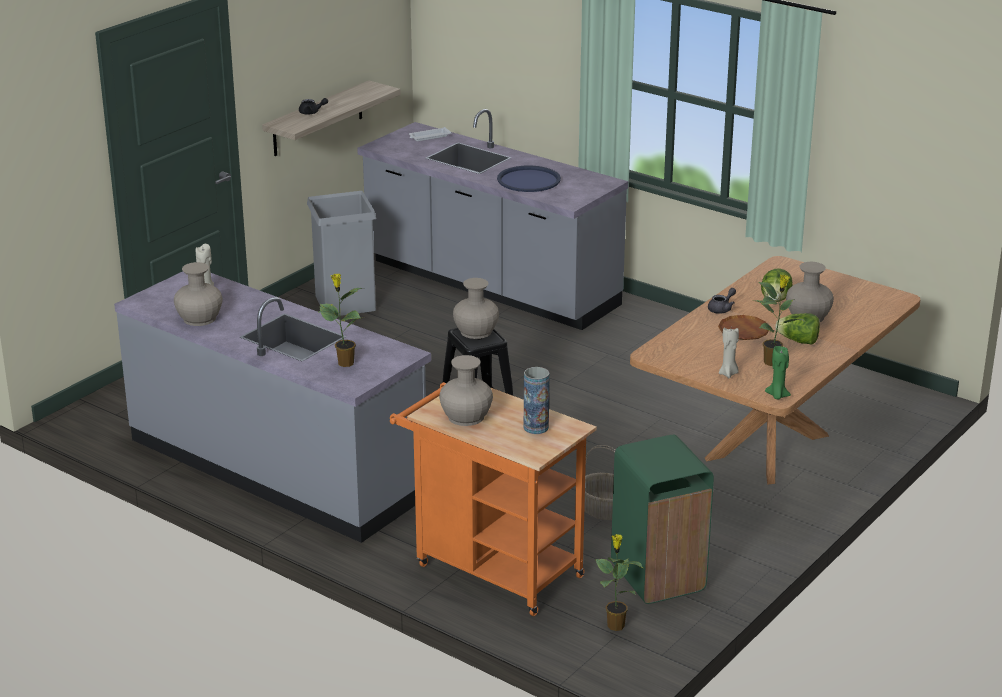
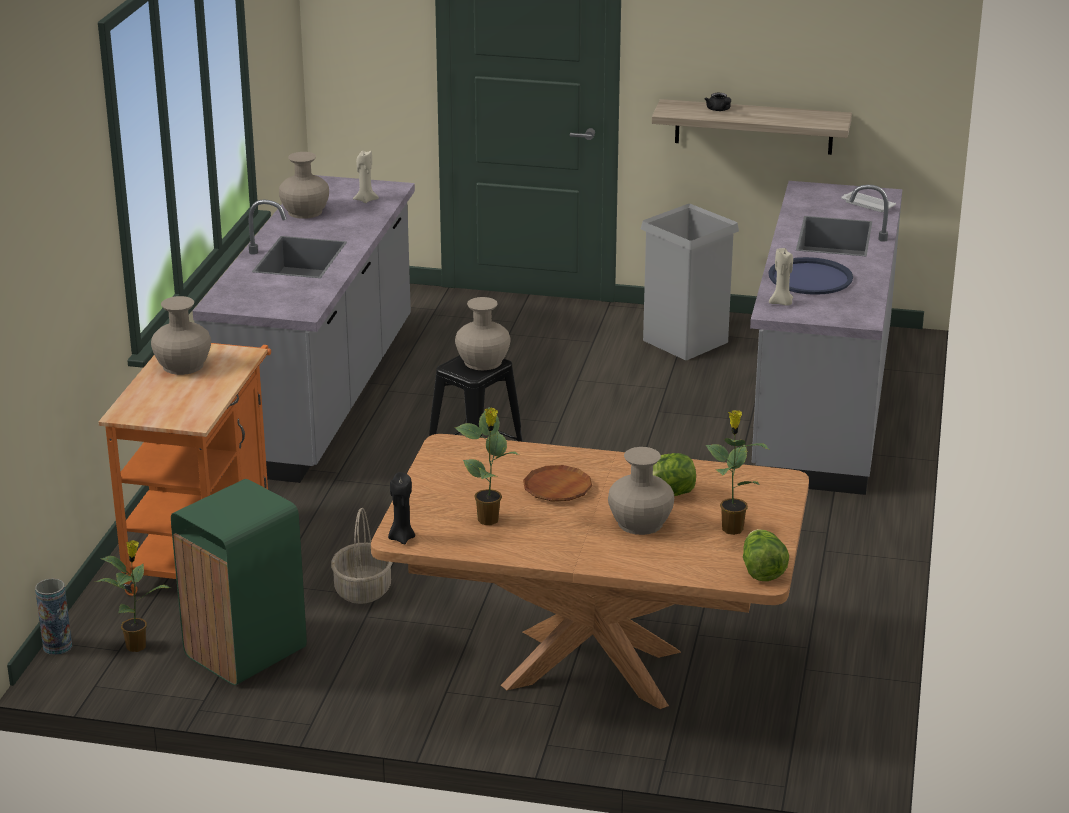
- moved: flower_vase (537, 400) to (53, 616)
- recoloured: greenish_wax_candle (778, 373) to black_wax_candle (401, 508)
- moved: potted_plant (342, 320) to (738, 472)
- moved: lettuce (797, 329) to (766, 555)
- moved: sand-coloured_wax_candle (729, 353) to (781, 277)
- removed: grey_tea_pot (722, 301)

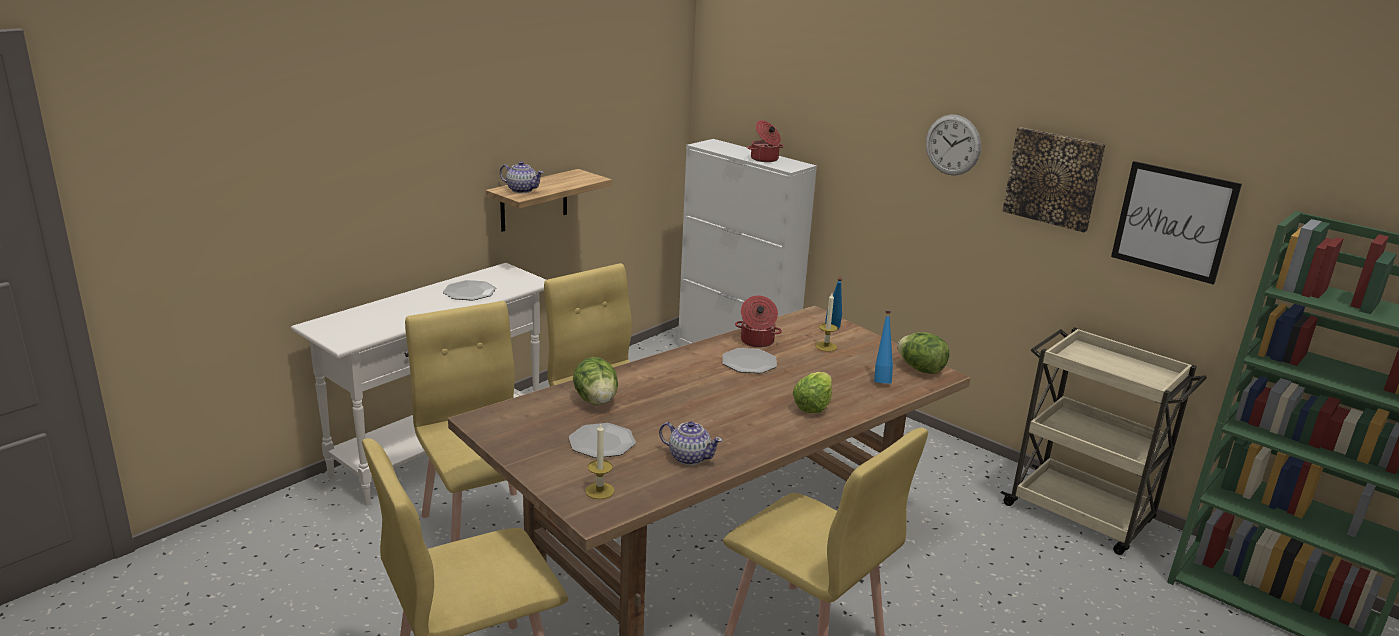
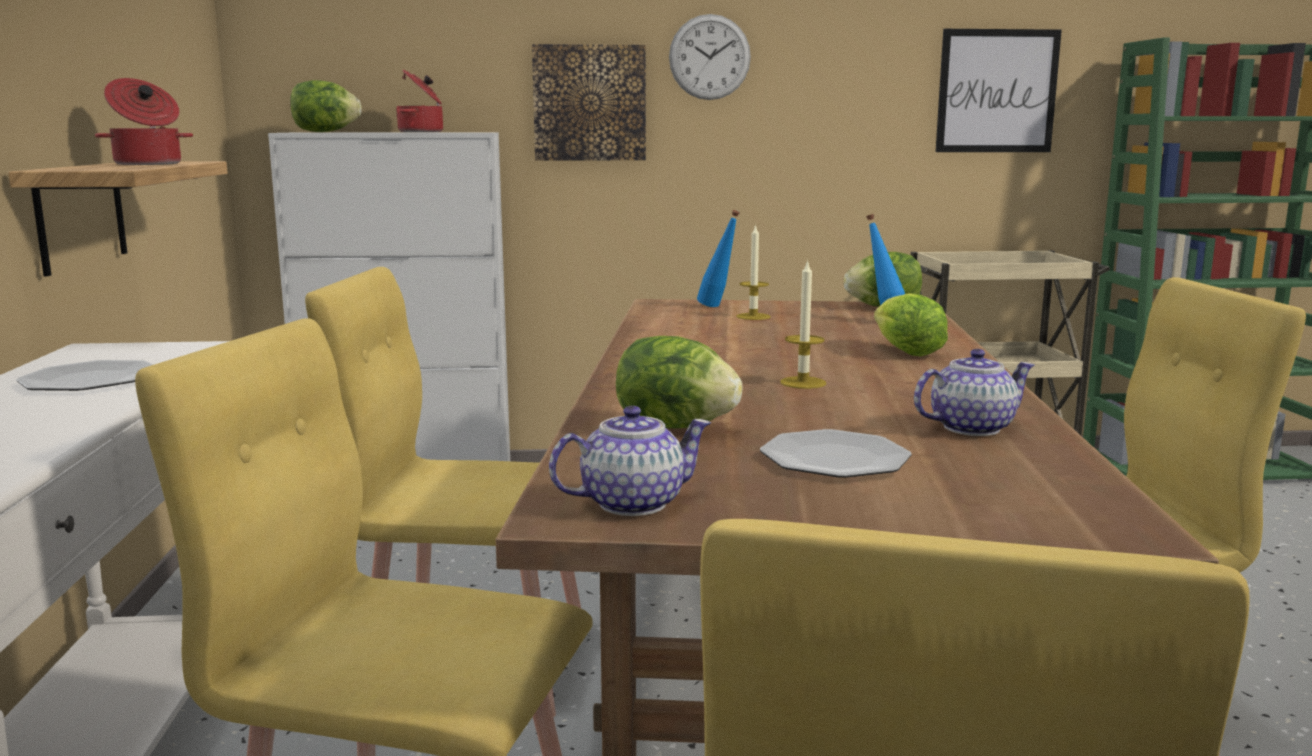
- moved: saucepot (758, 321) to (144, 121)
- added: lettuce (326, 106)
- moved: wall_art (1054, 179) to (589, 102)
- moved: tea_pot (522, 177) to (630, 461)
- moved: wax_candle (599, 461) to (803, 324)
- removed: plate (750, 360)

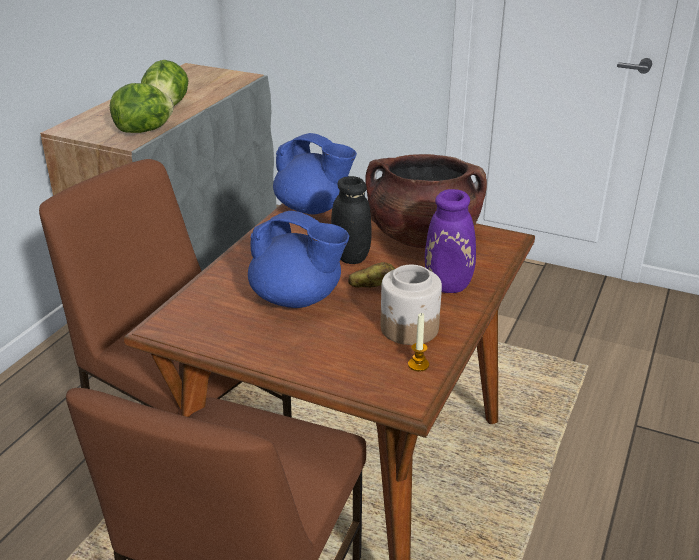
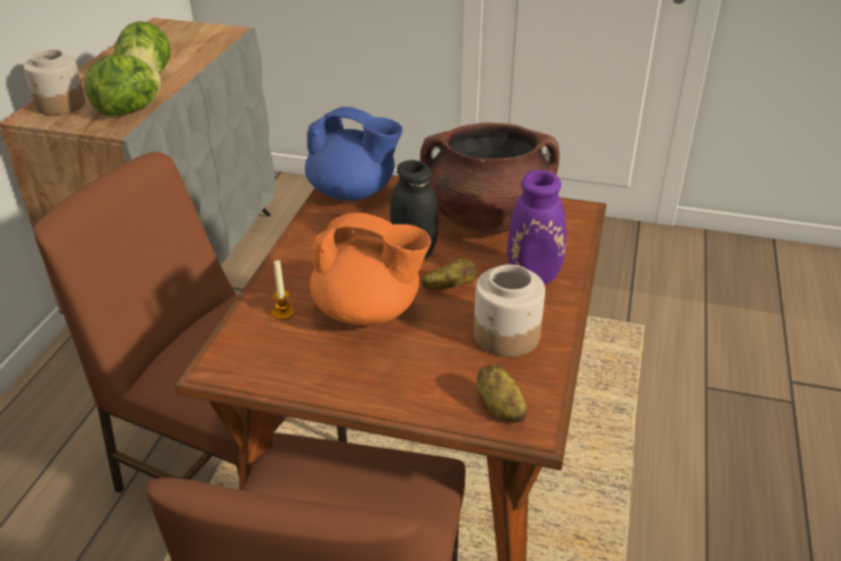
- added: jar (54, 82)
- moved: wax_candle (418, 342) to (283, 290)
- recoloured: bluish_tea_pot (298, 259) to orange_tea_pot (370, 269)
- added: potato (502, 393)

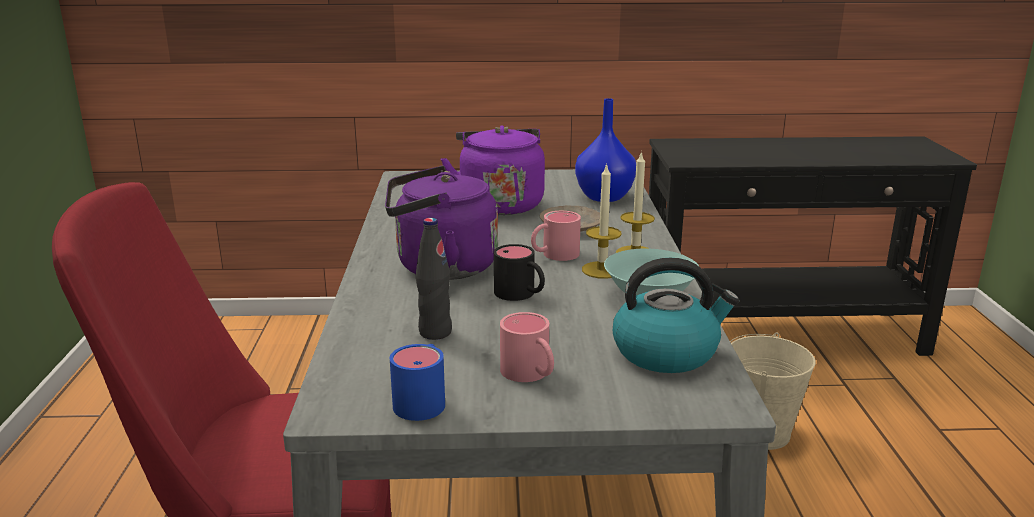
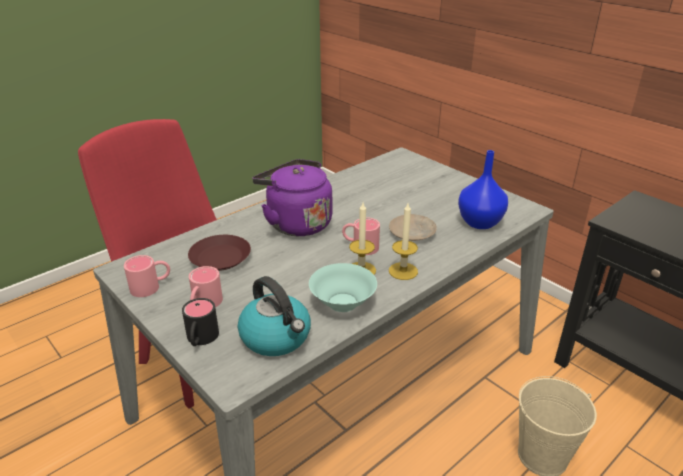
- recoloured: bluish_mug (417, 382) to pink-coloured_mug (147, 276)
- moved: black_mug (519, 272) to (200, 322)
- replaced: black_beverage_bottle (434, 279) to brownish_plate (219, 253)
- removed: purplish_kettle (493, 170)

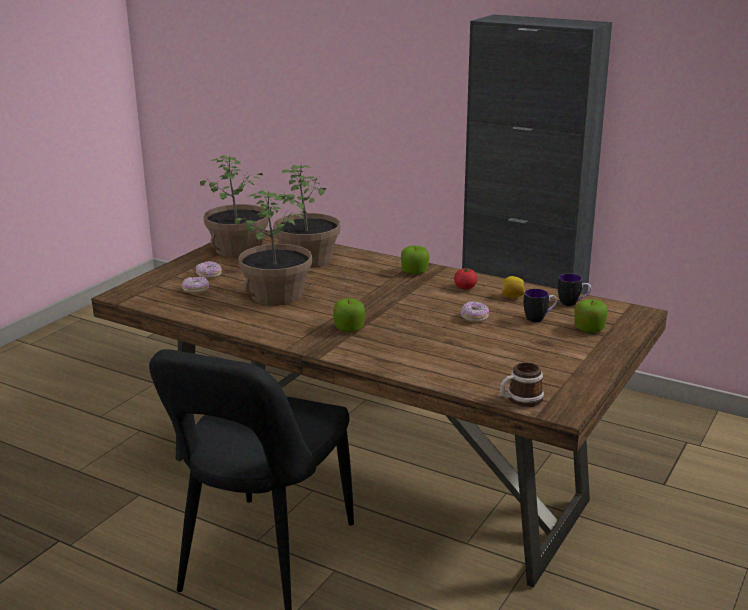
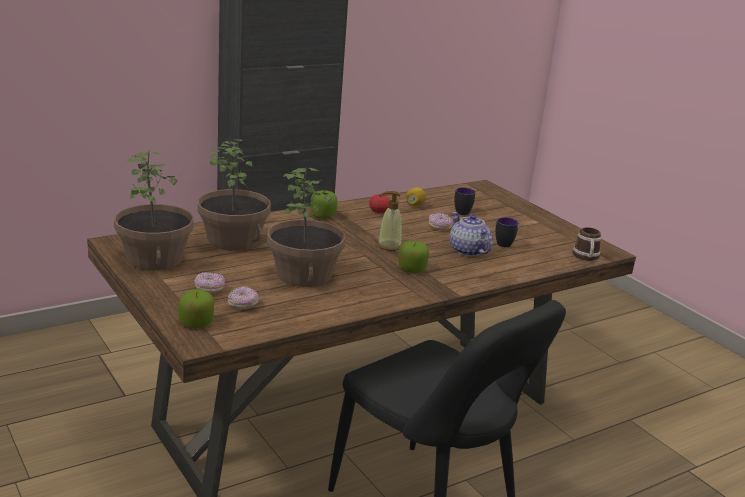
- moved: apple_fruit (591, 316) to (196, 308)
- added: soap_bottle (389, 221)
- added: tea_pot (471, 234)
- moved: mug (574, 290) to (507, 232)

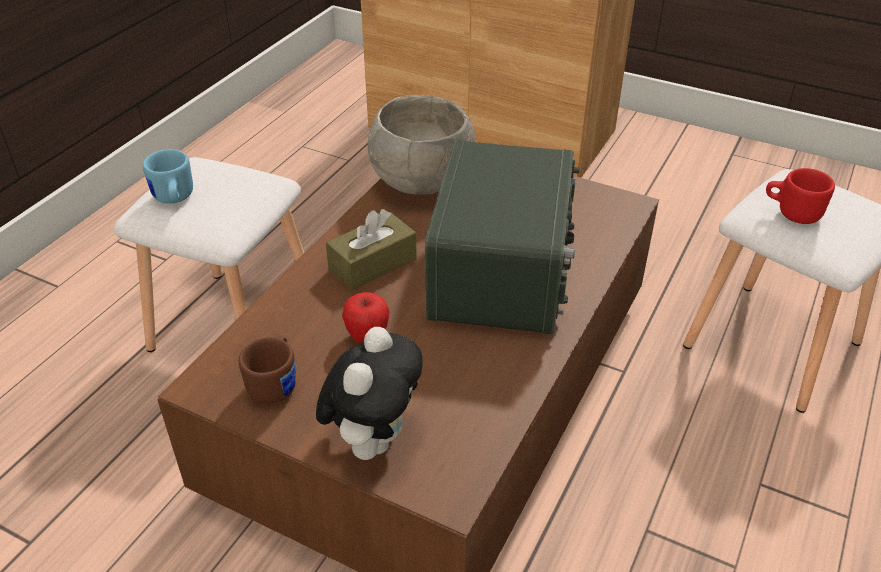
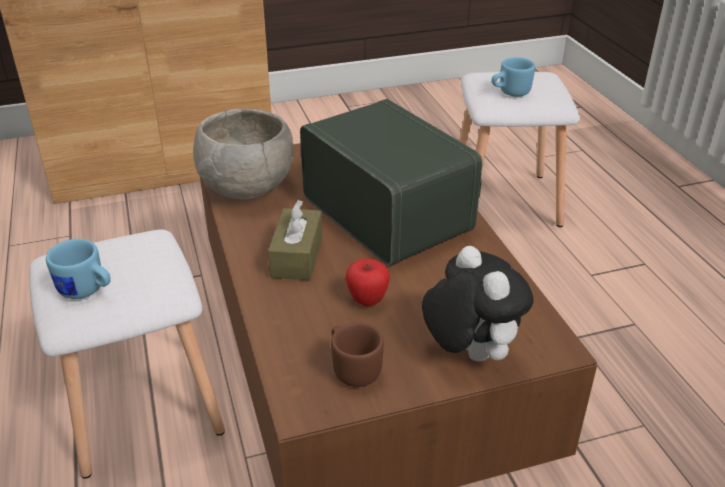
- recoloured: red_mug (800, 196) to bluish_mug (513, 77)

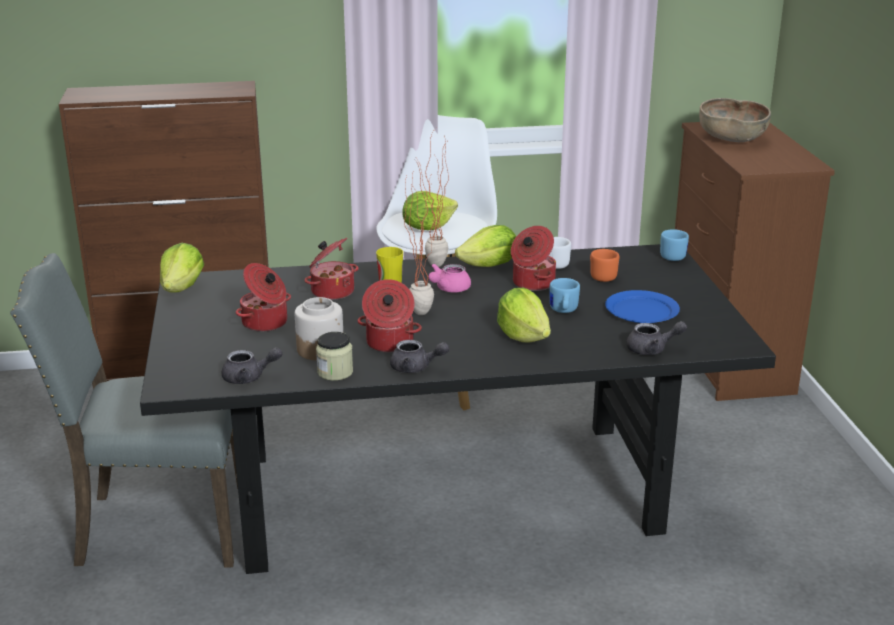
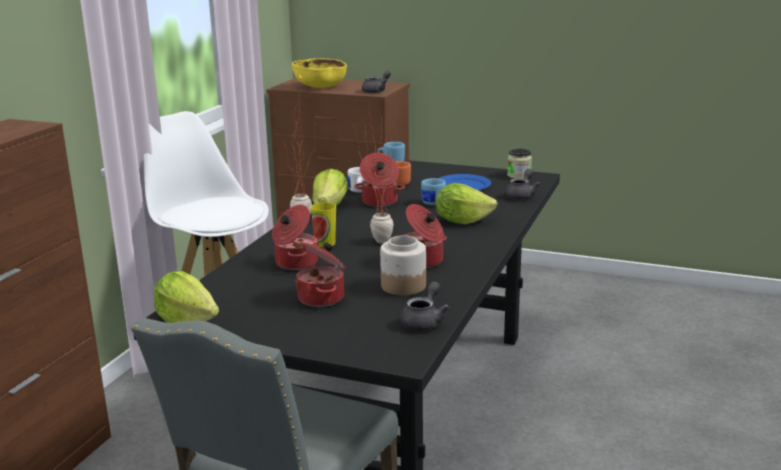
- recoloured: brownish_deep_dish (735, 120) to yellowish_deep_dish (319, 73)
- moved: grey_tea_pot (419, 356) to (376, 81)
- moved: jar (334, 356) to (519, 163)
- removed: lettuce (430, 210)
- removed: pink-coloured_tea_pot (450, 278)

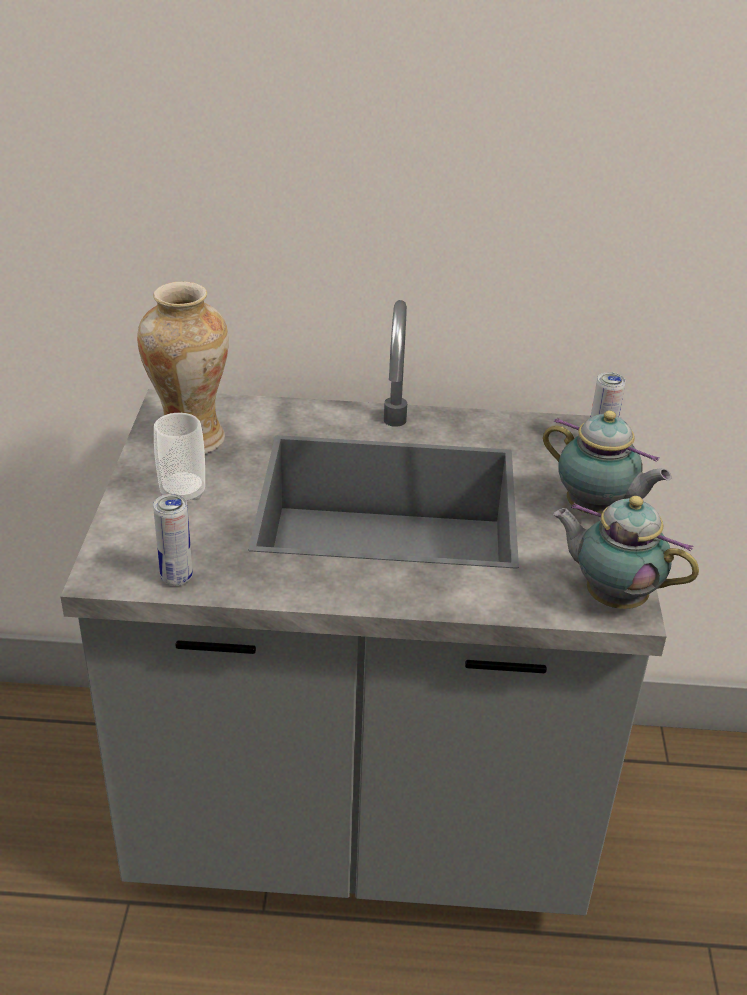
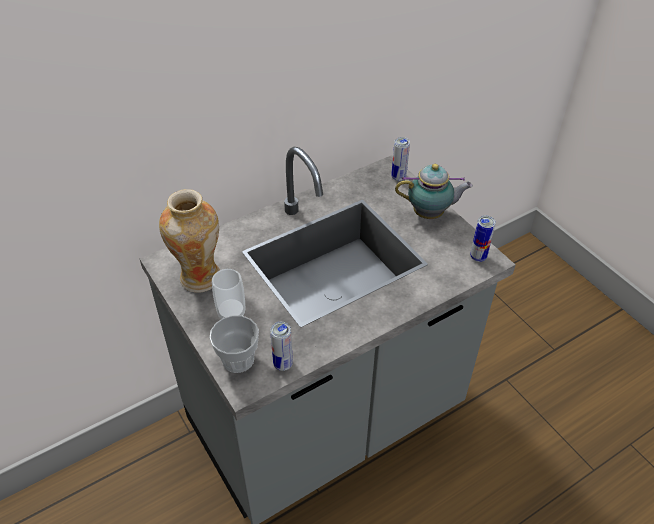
- added: small_cup (234, 344)
- replaced: tea_pot (626, 552) to metal_can (483, 238)

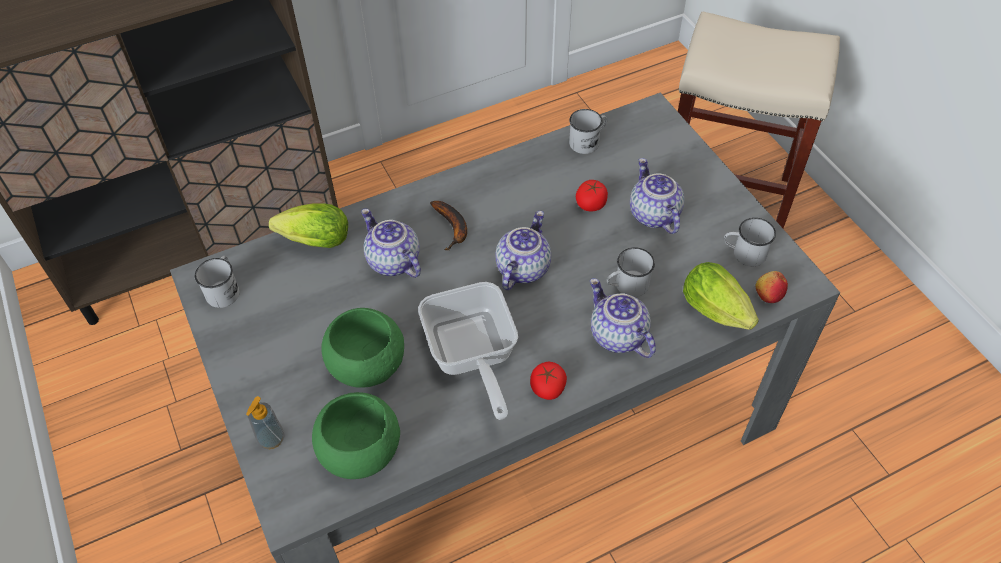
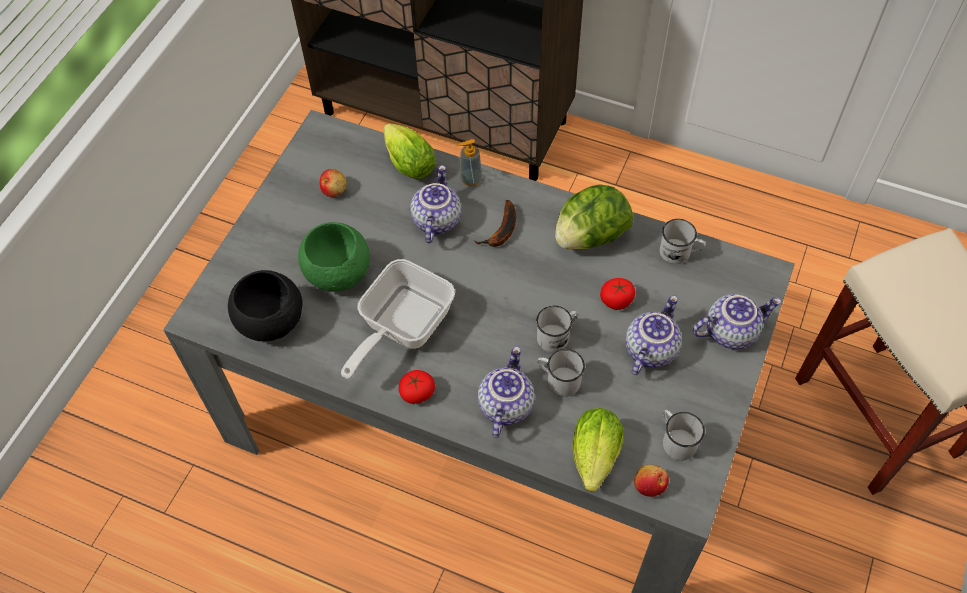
- recoloured: greenish_deep_dish (356, 435) to black_deep_dish (265, 305)
- added: apple_fruit (332, 183)
- moved: soap_bottle (265, 422) to (470, 162)
- moved: whitish_mug (217, 282) to (557, 329)
- added: lettuce (594, 217)
- moved: tea_pot (523, 250) to (737, 321)

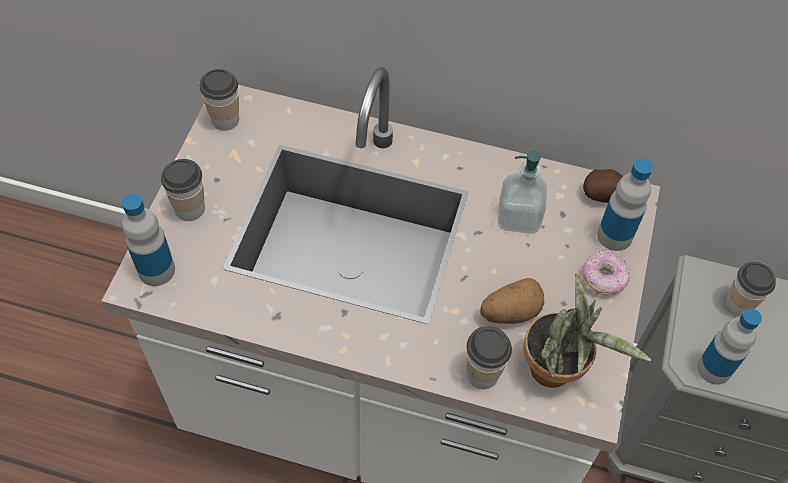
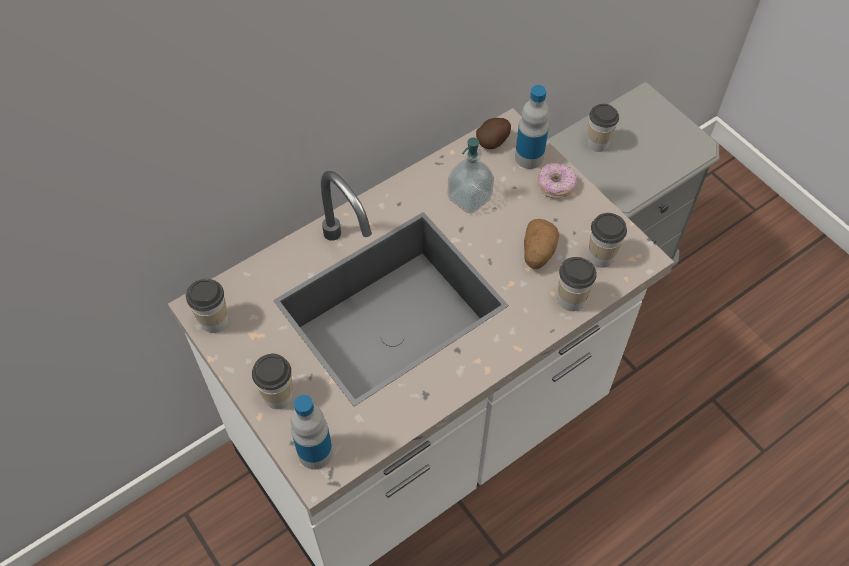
- replaced: potted_plant (587, 330) to small_cup (607, 240)
- removed: beverage_bottle (729, 346)

